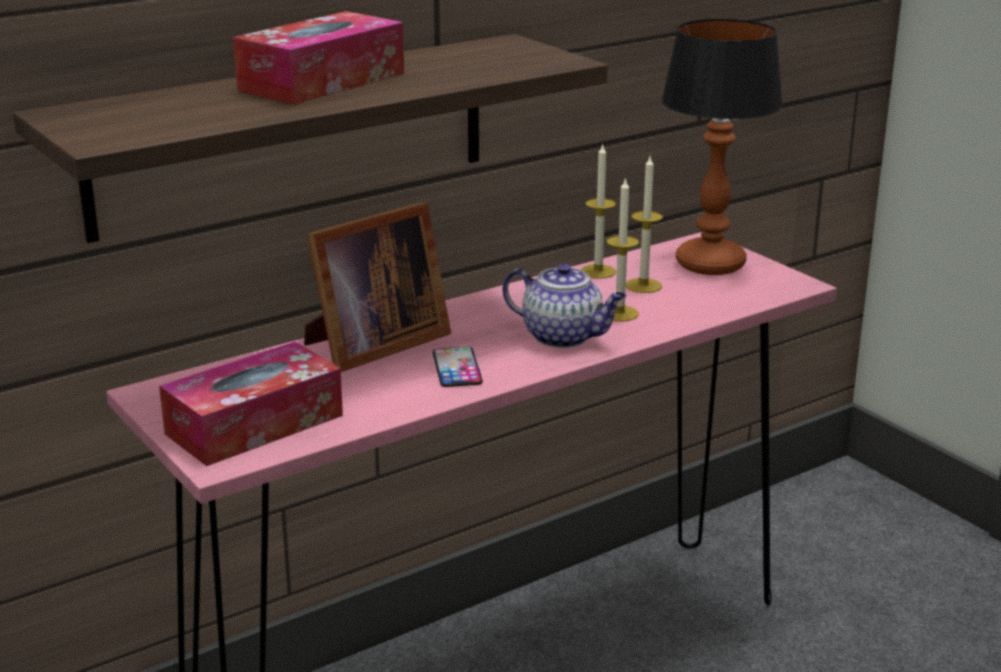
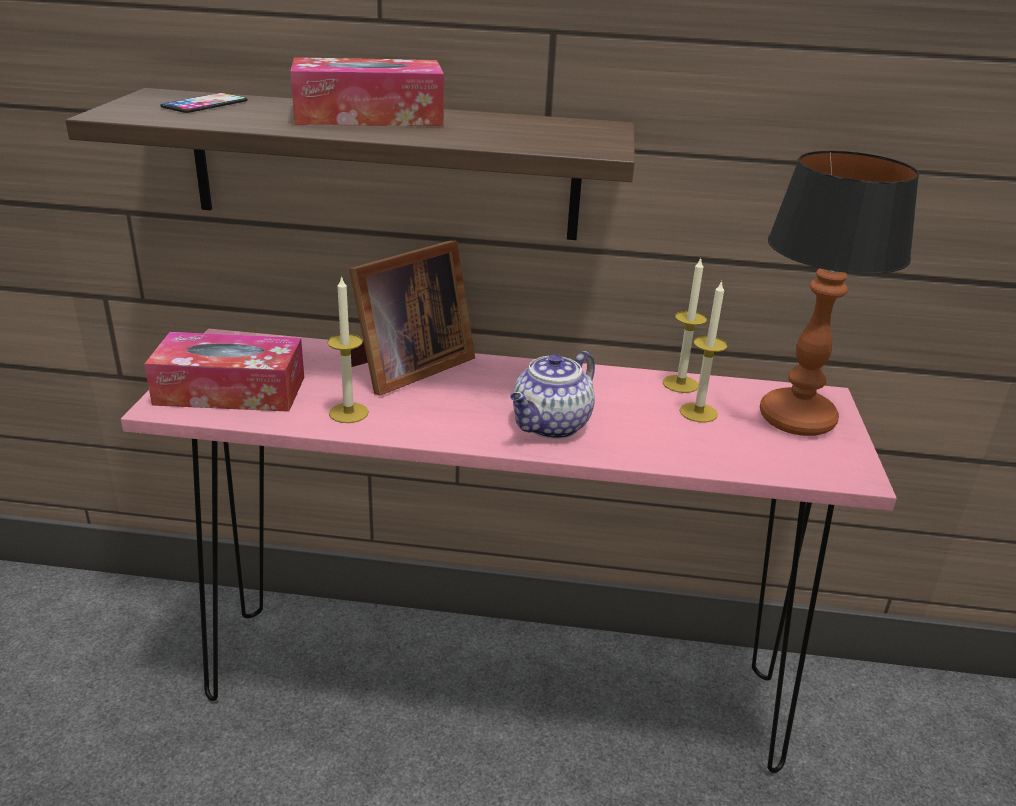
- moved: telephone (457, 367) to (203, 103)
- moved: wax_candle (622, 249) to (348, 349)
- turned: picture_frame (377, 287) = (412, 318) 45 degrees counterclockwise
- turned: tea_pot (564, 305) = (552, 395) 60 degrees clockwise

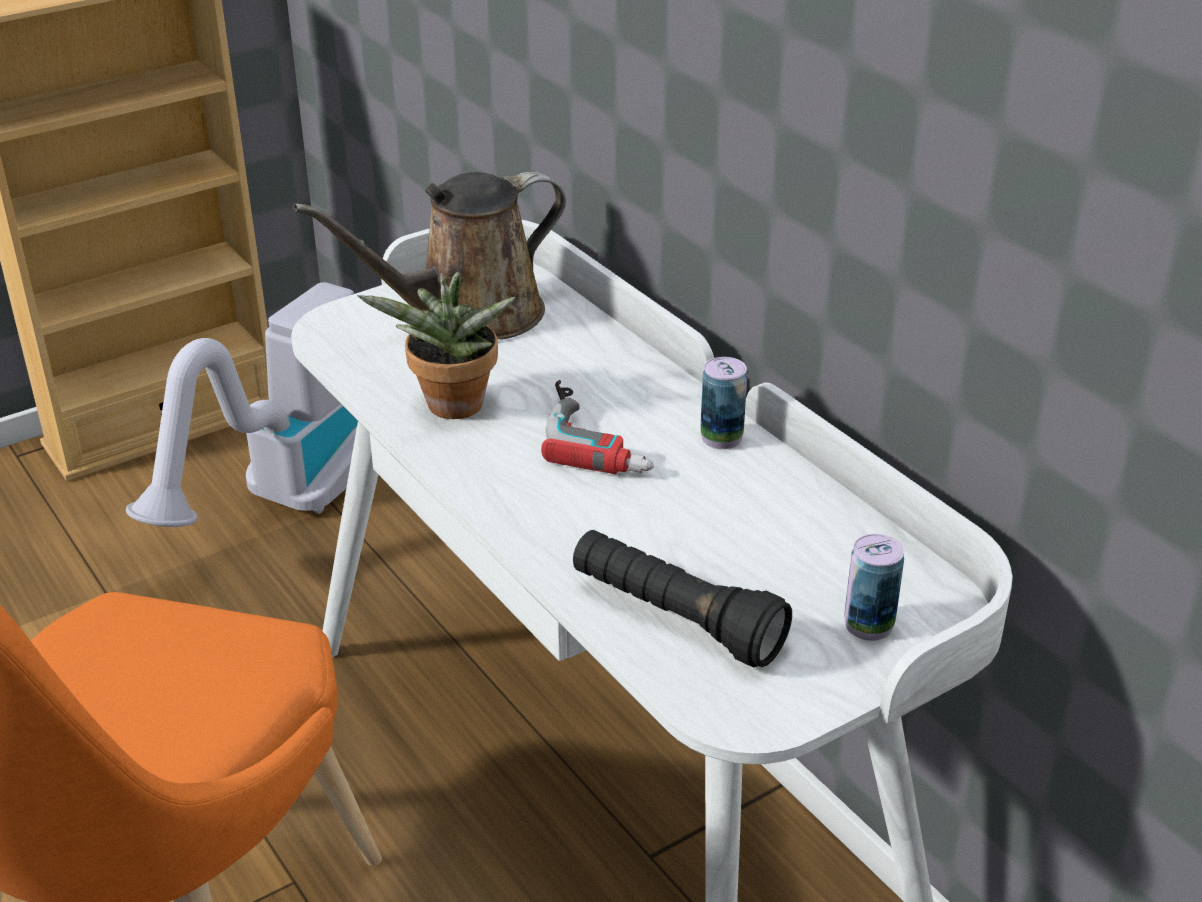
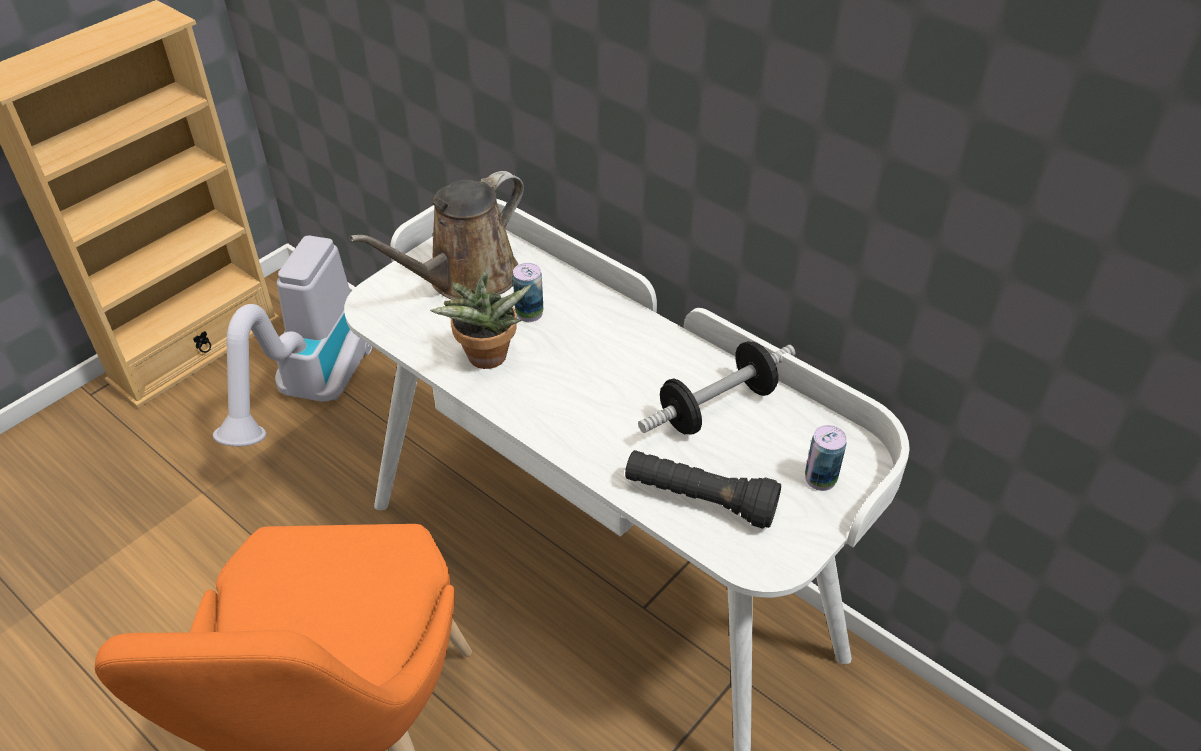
- moved: metal_can (723, 403) to (528, 292)
- added: dumbbell (717, 388)
- removed: electric_drill (597, 427)

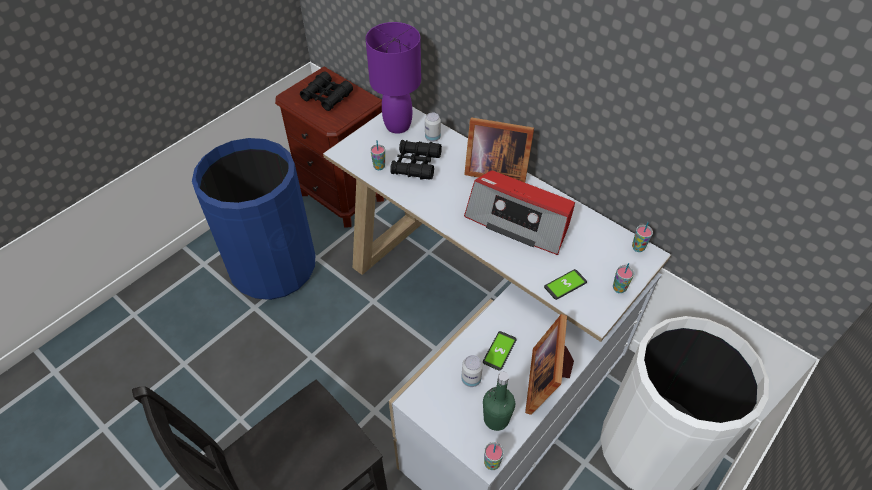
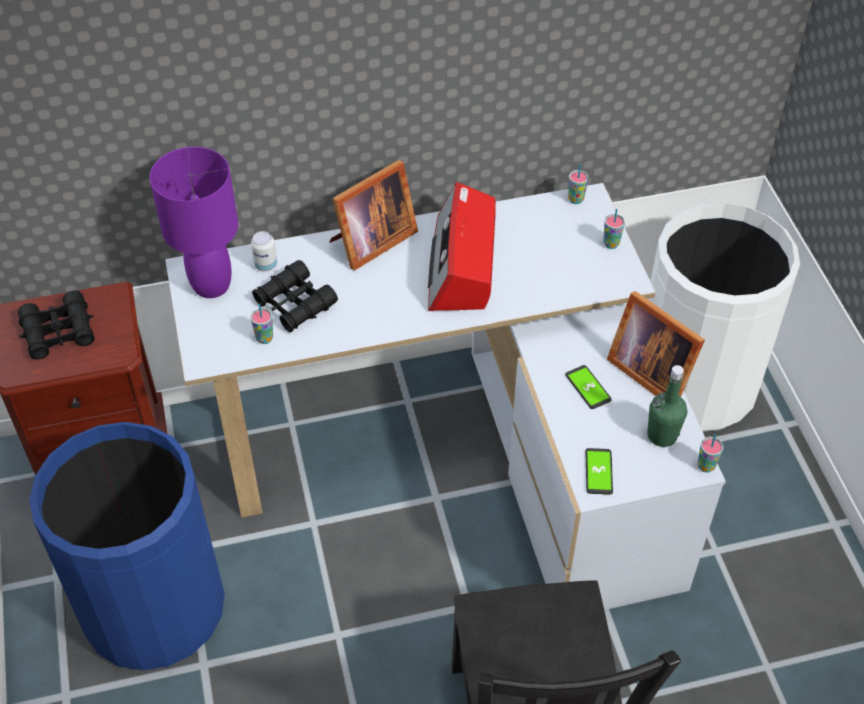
- turned: radio_receiver (519, 212) = (462, 246) 120 degrees clockwise
- moved: telephone (565, 284) to (599, 471)
- removed: metal_can (472, 371)

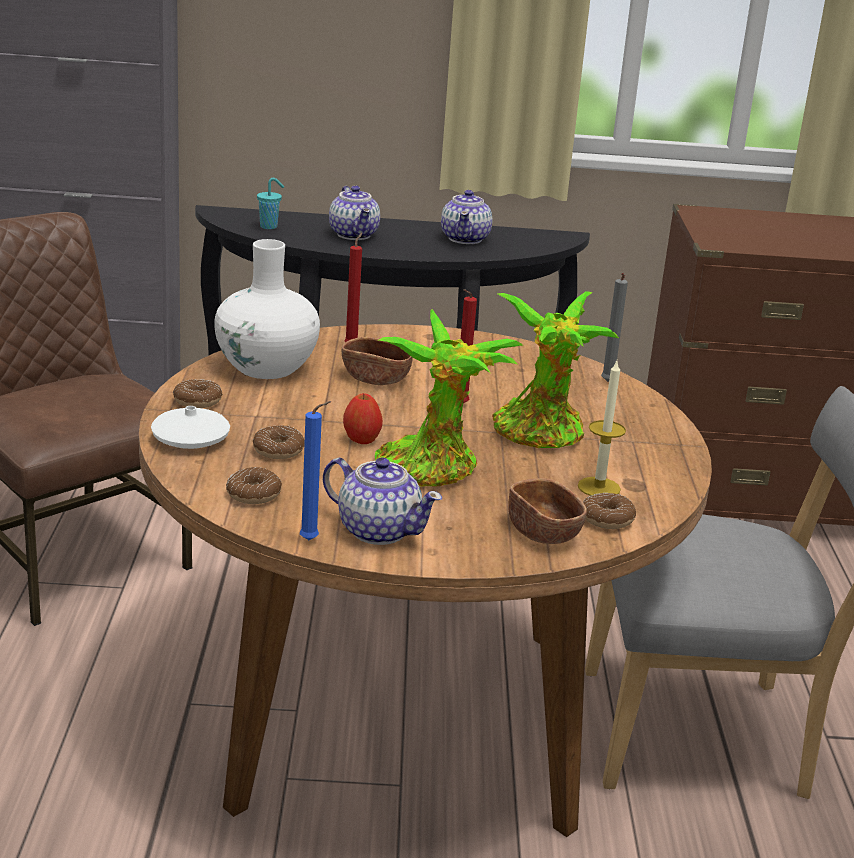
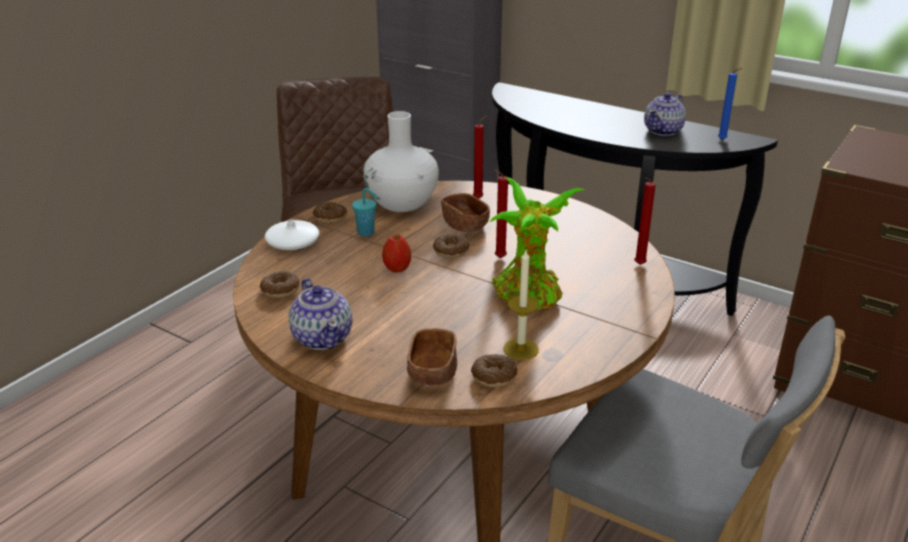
- moved: turquoise-coloured_small_cup (270, 203) to (365, 212)
- moved: ring_doughnut (279, 442) to (451, 246)
- recoloured: grey_wax_candle (614, 327) to red_wax_candle (645, 221)
- moved: bluish_wax_candle (315, 470) to (730, 104)
- removed: tea_pot (354, 213)
- removed: potted_plant (449, 398)

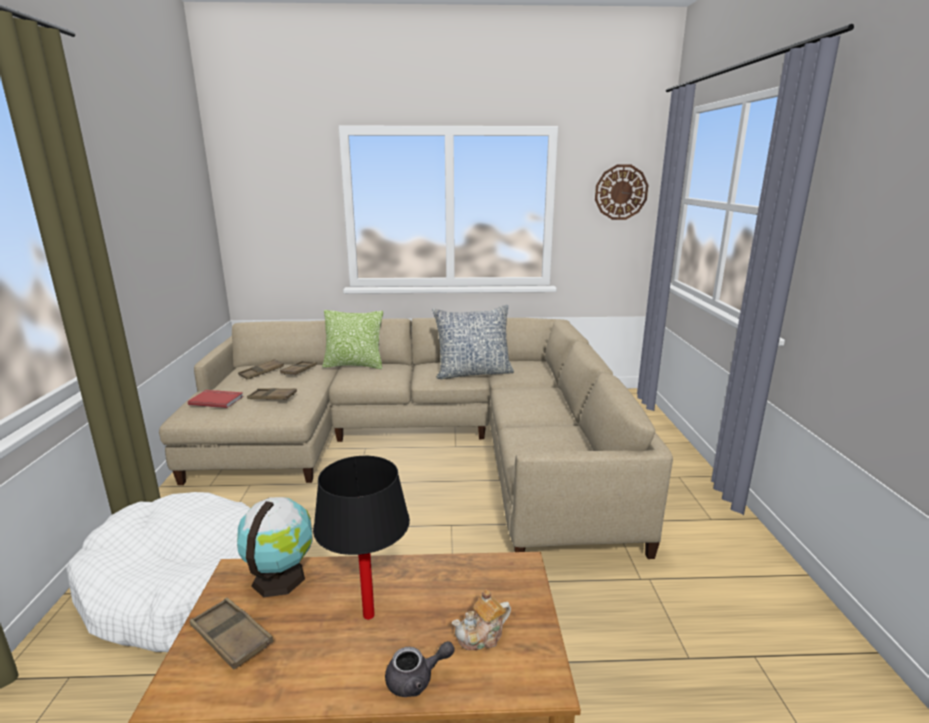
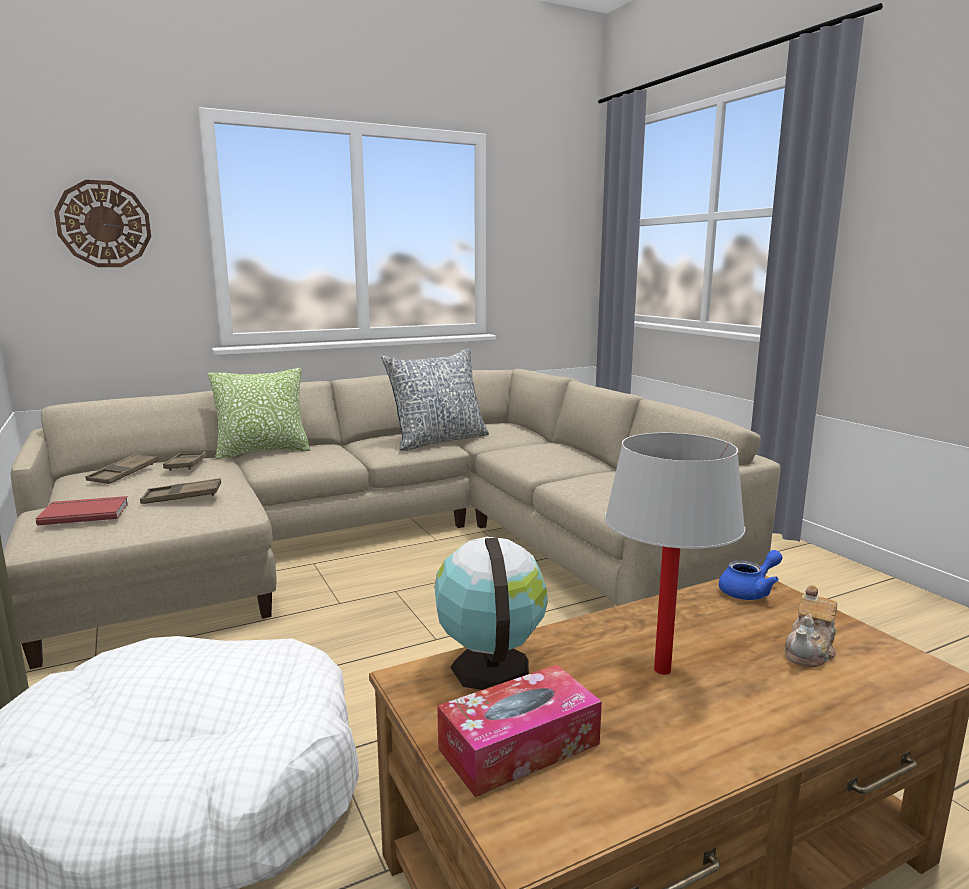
- moved: hanging_clock (621, 192) to (102, 223)
- replaced: brownish_tray (231, 634) to tissue_holder (519, 731)
- recoloured: black_tabletop_lamp (361, 538) to whitish_tabletop_lamp (674, 554)
- added: bluish_tea_pot (750, 575)
- removed: grey_tea_pot (420, 669)

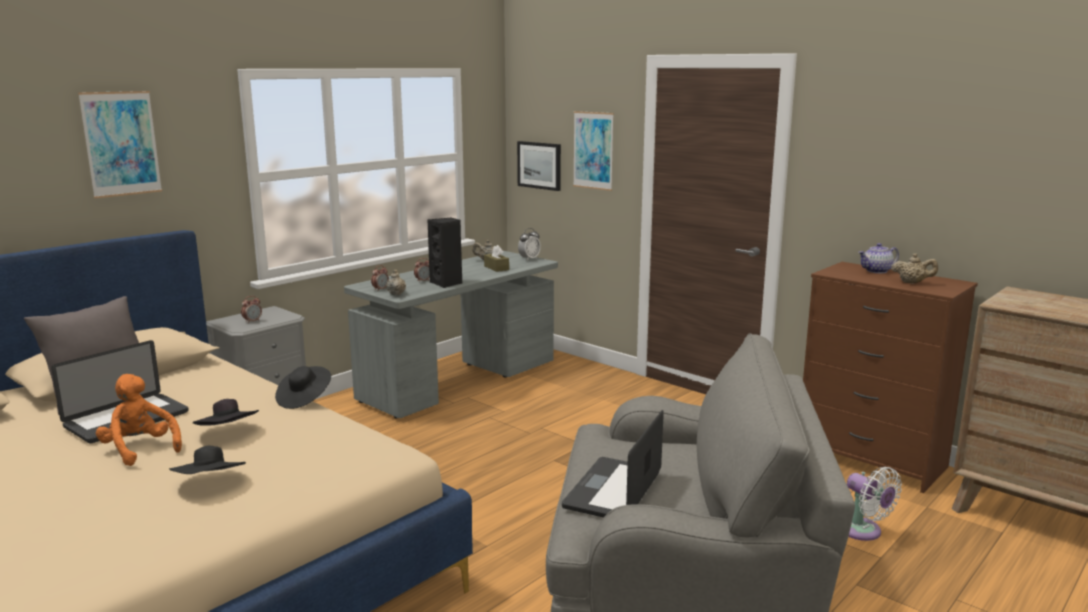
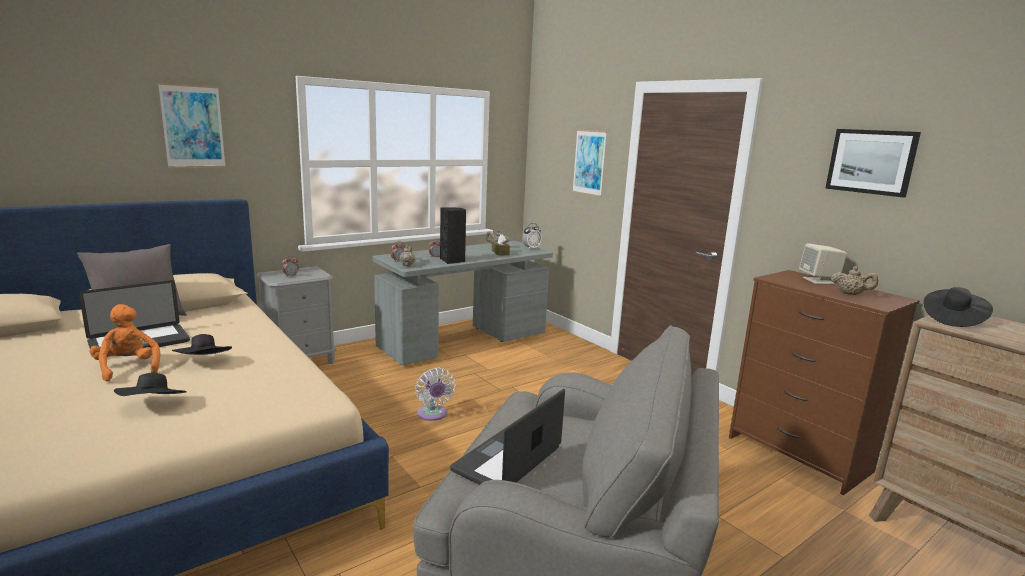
- moved: whitish_cooling_fan (874, 504) to (435, 394)
- replaced: tea_pot (878, 258) to sand-coloured_speaker (823, 263)
- moved: wall_art (539, 166) to (873, 163)
- moved: black_clothing_hat (303, 387) to (958, 307)

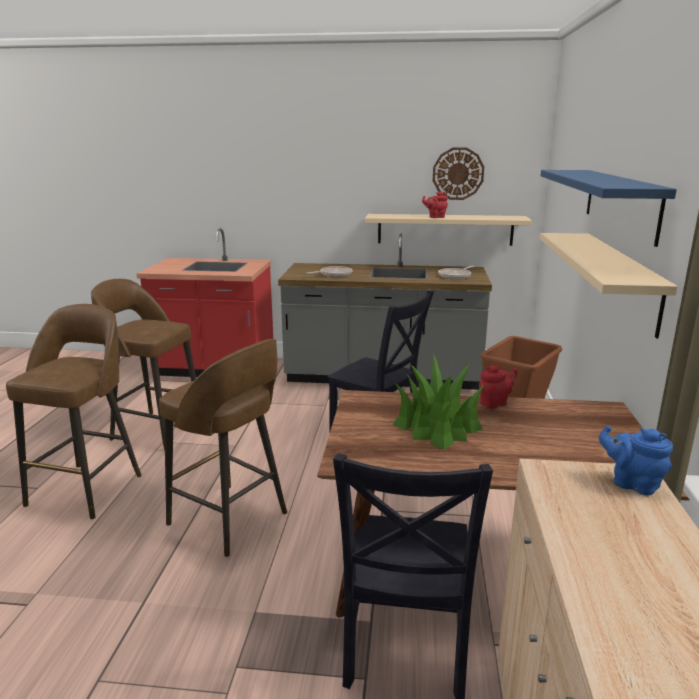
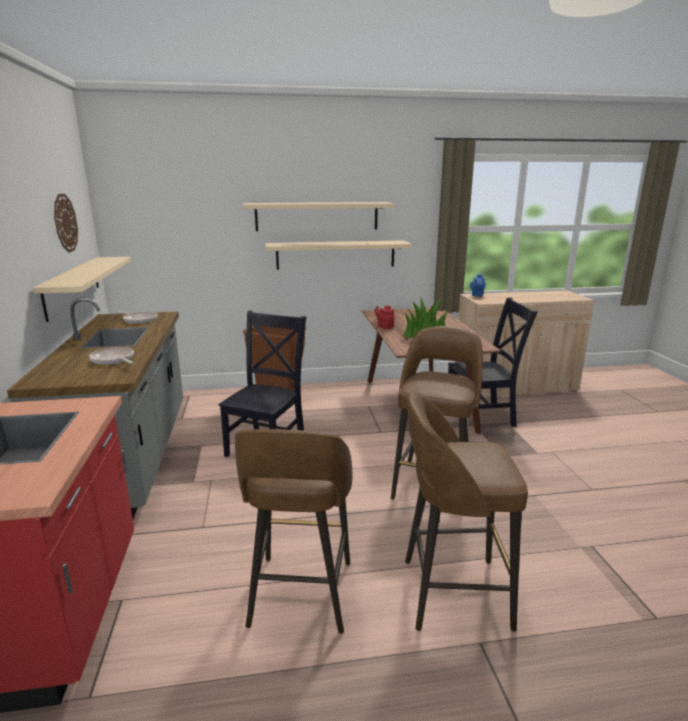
- recoloured: bluish_shelf (609, 208) to sand-coloured_shelf (319, 216)
- removed: red_tea_pot (435, 204)

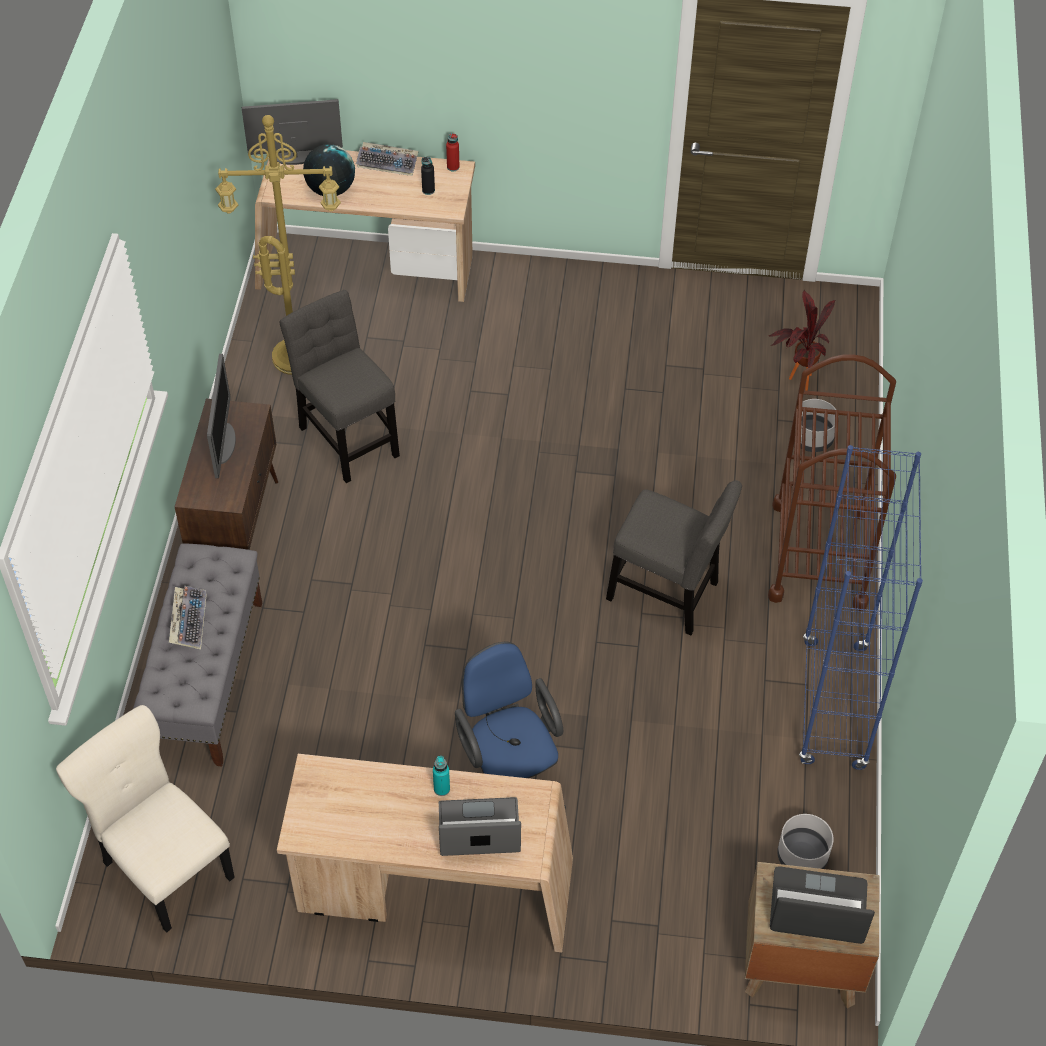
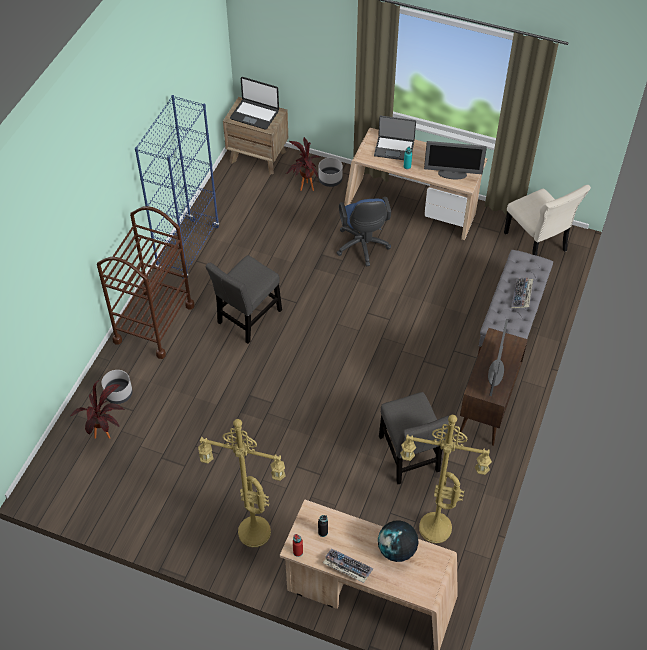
- added: yellowish_floor_lamp (242, 483)
- turned: grey_upright_chair (674, 557) = (244, 299) 90 degrees counterclockwise
- added: potted_plant (303, 164)
- moved: grey_plant_pot (805, 841) to (331, 172)
- moved: computer_display (292, 132) to (455, 160)

